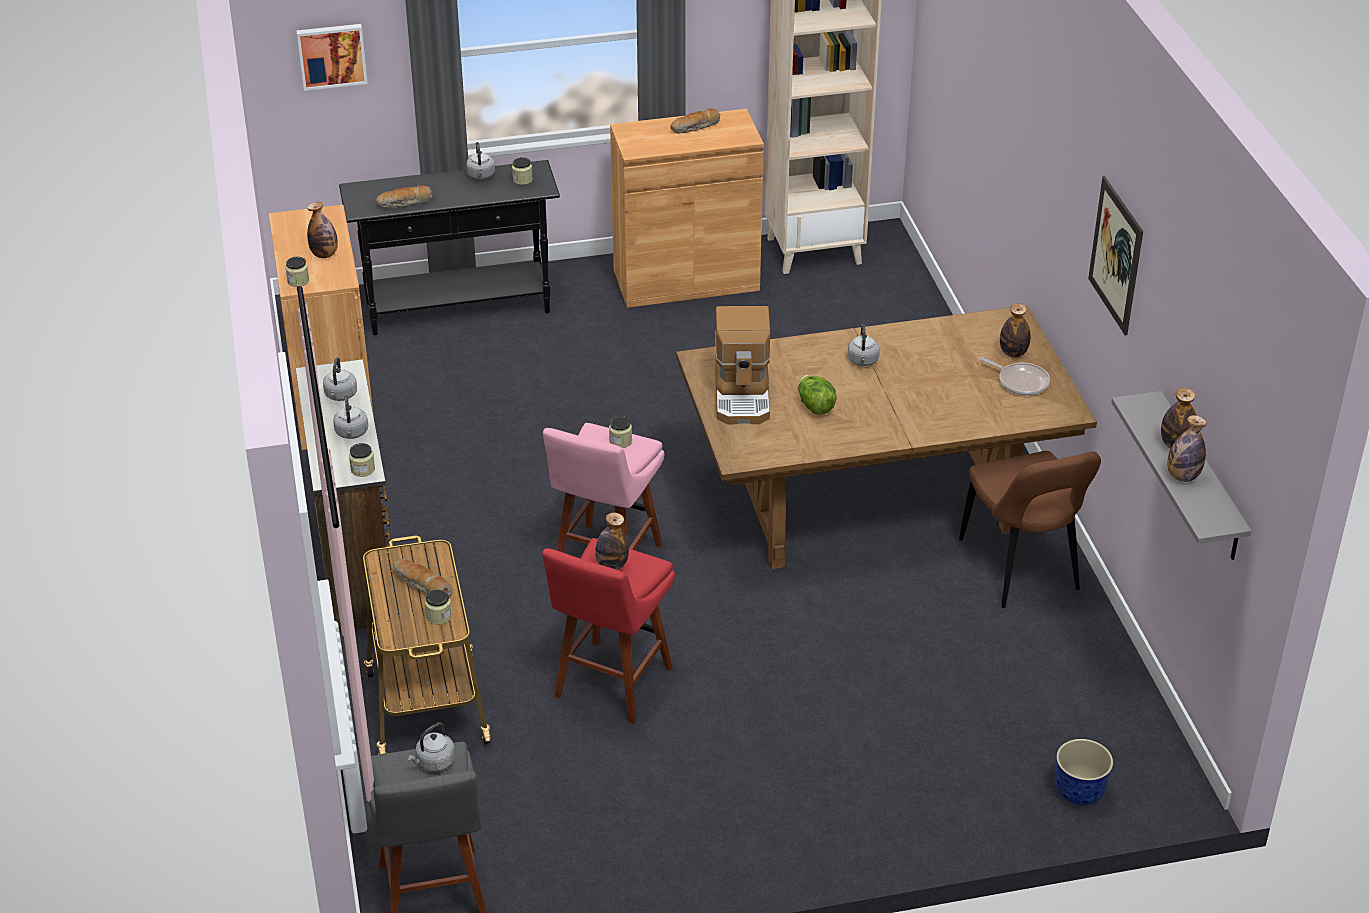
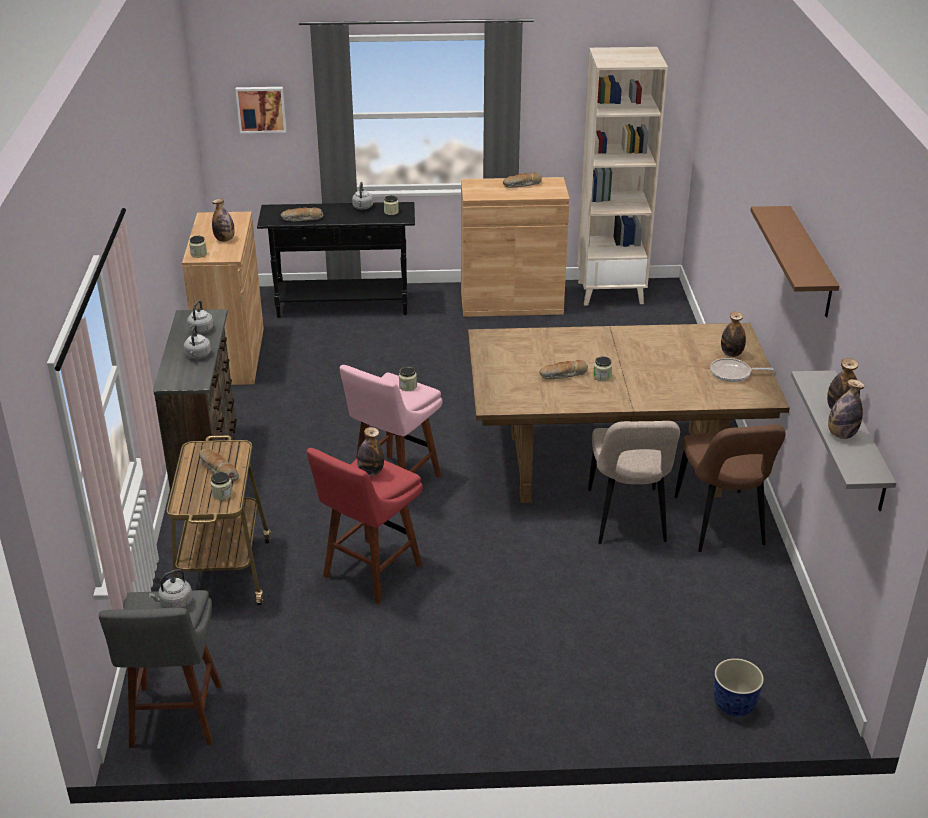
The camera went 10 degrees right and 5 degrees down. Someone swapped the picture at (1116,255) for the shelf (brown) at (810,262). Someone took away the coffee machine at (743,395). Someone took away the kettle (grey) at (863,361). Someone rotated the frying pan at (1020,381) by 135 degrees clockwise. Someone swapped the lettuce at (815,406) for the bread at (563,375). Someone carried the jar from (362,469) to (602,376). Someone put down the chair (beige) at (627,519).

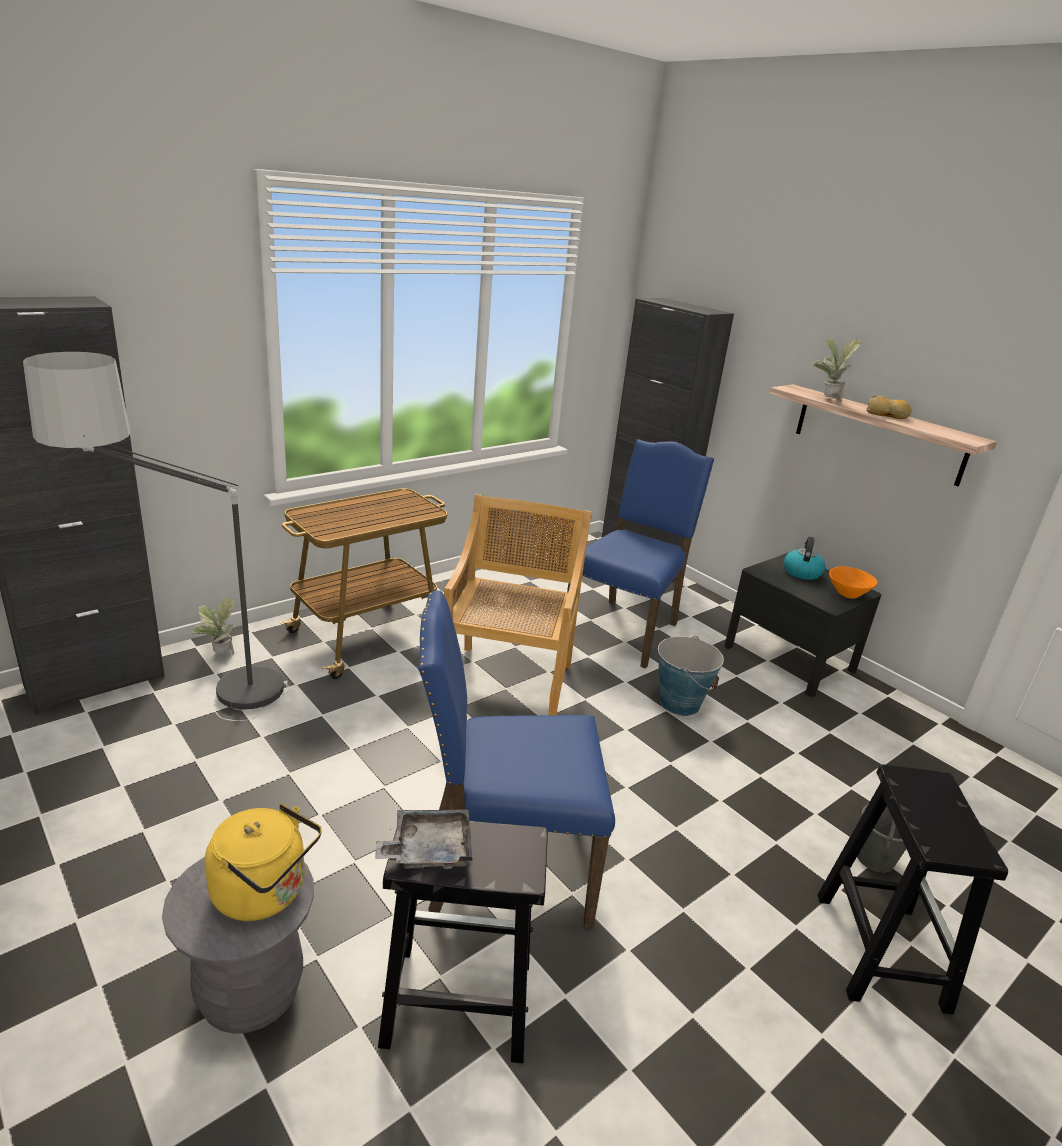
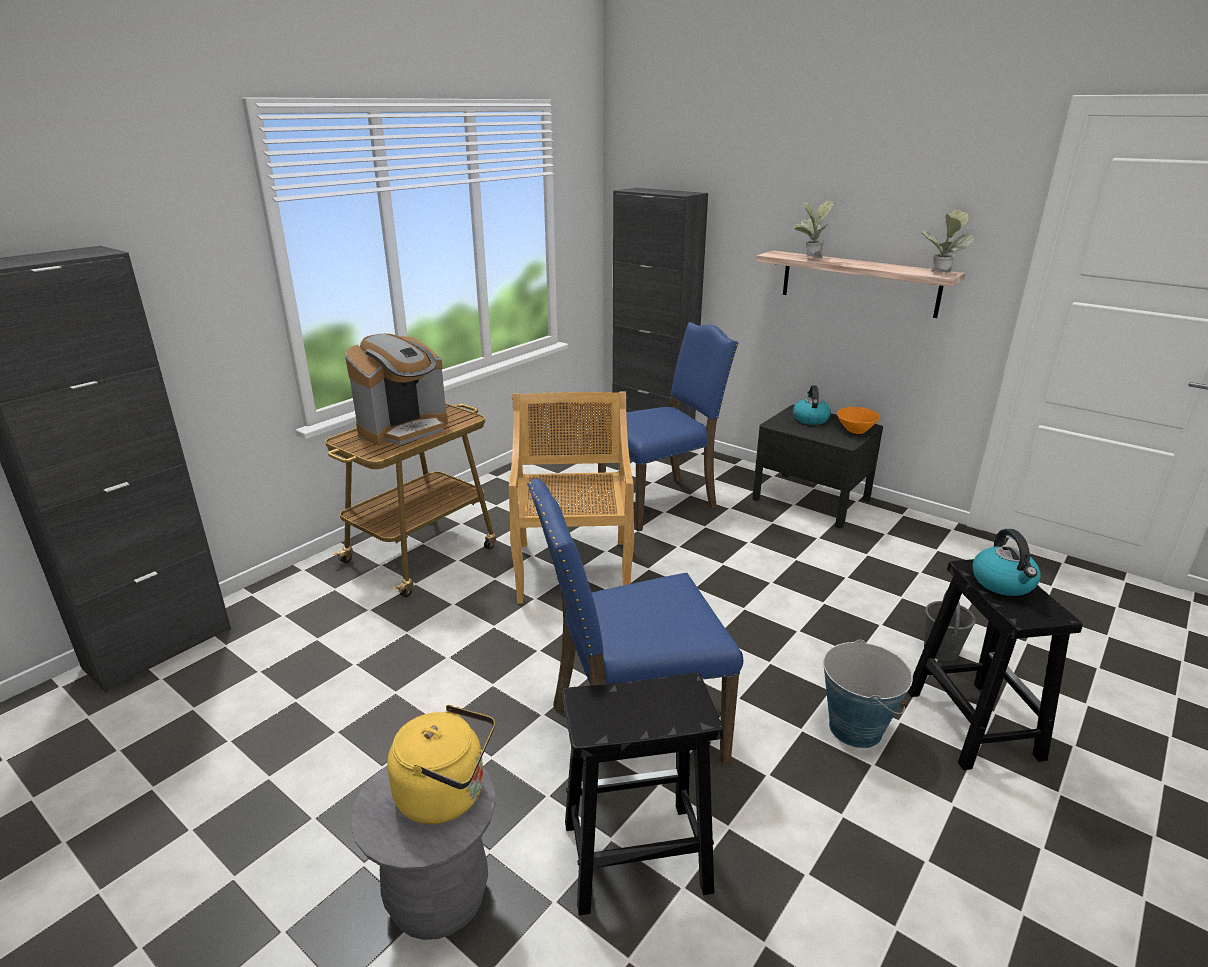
The camera went 10 degrees left and 0 degrees up. Someone took away the floor lamp at (195,706). Someone took away the bread at (887,415). Someone rotated the chair (blue) at (625,630) by 45 degrees clockwise. Someone carried the potted plant from (219,655) to (940,274). Someone carried the bucket from (680,703) to (855,728). Someone took away the tray (grey) at (428,849). Someone put down the coffee machine at (404,429). Someone put down the kettle at (1003,583).

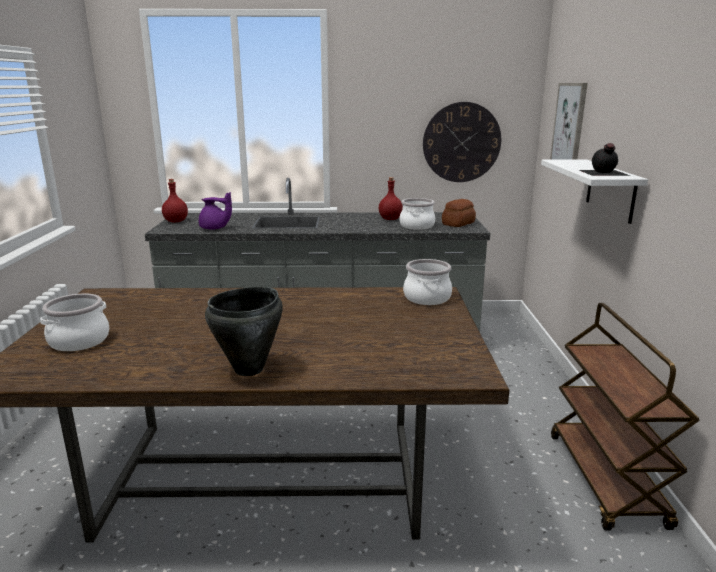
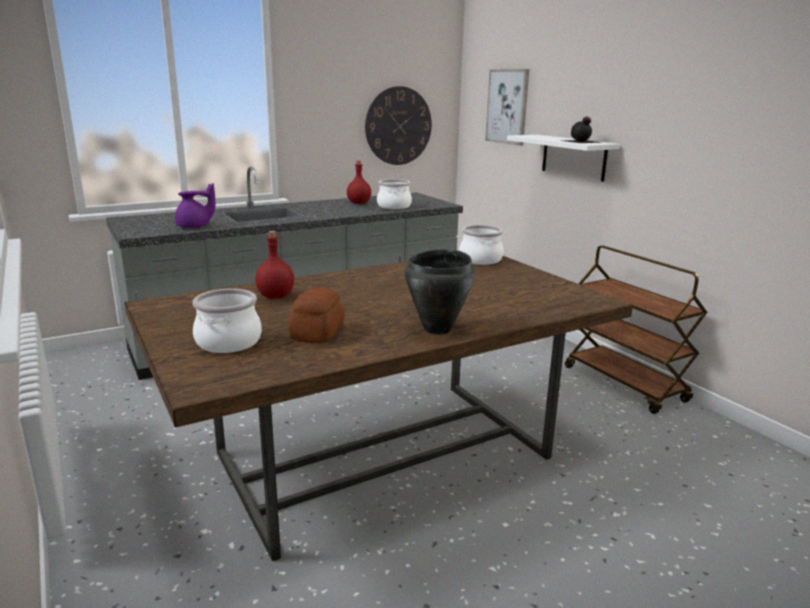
The camera went 30 degrees left and 0 degrees up. Someone carried the bottle (red) from (175,221) to (275,296). Someone carried the bread from (457,224) to (316,333).

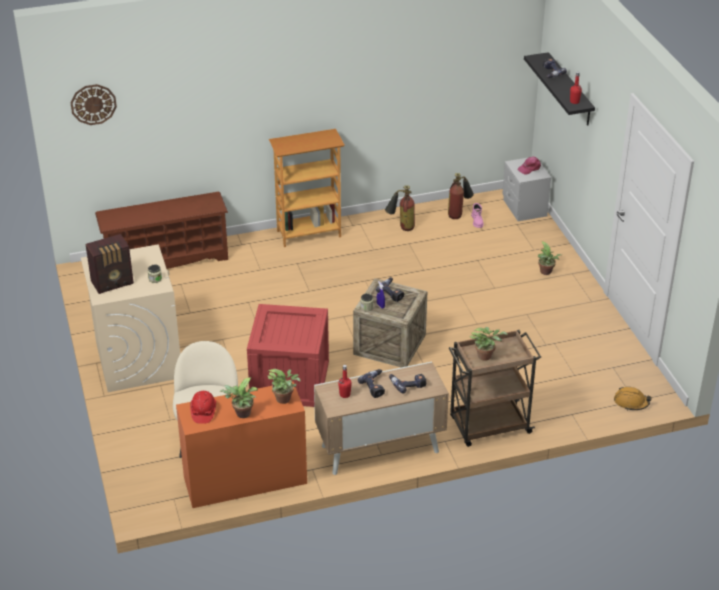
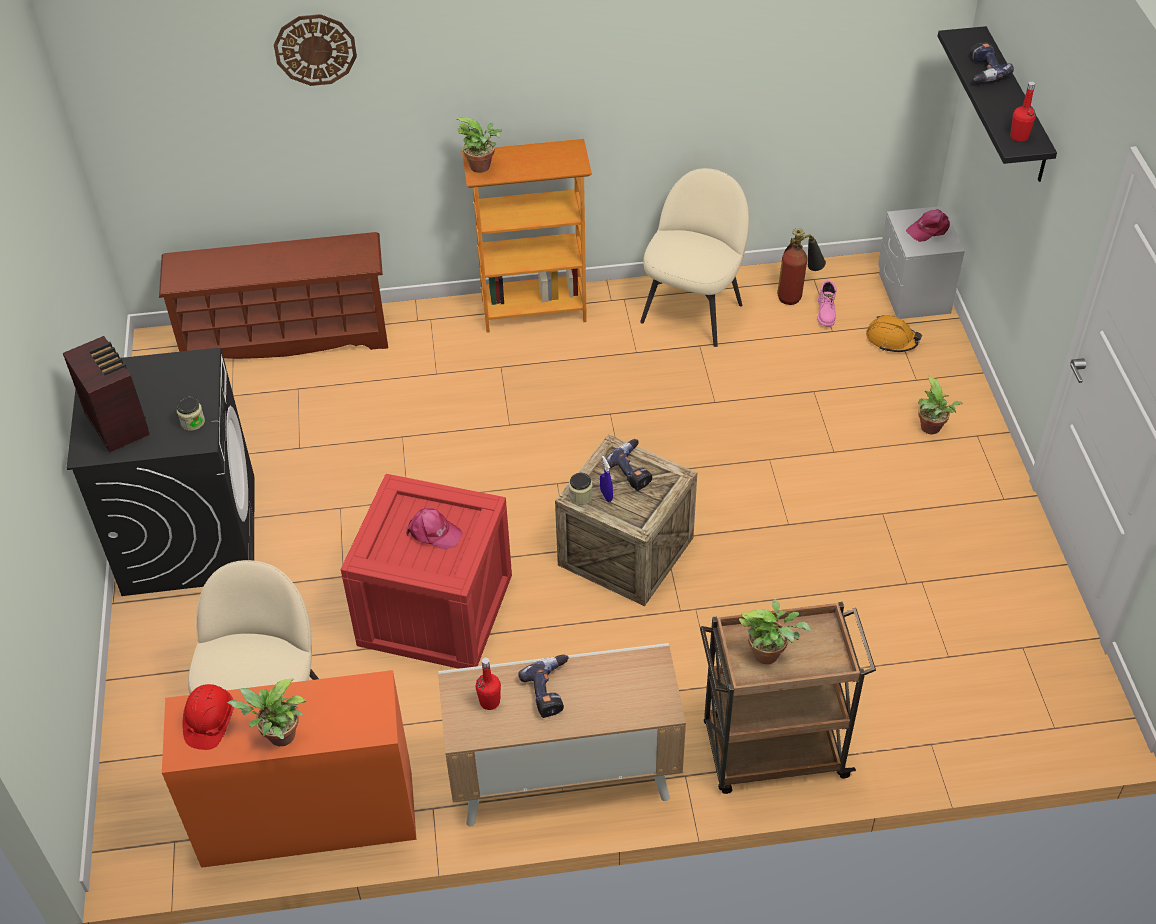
The camera went 10 degrees right and 10 degrees up. Someone carried the wall clock from (93,104) to (315,49). Someone swapped the fire extinguisher at (401,227) for the chair (beige) at (693,311). Someone rotated the radio at (113,283) by 105 degrees counterclockwise. Someone repainted the washing machine (beige) at (138,359), which became the washing machine (black) at (189,534). Someone carried the potted plant from (285,399) to (483,167). Someone took away the power drill at (407,384). Someone carried the hard hat (orange) from (631,402) to (891,340). Someone put down the cap (pink) at (434,532).

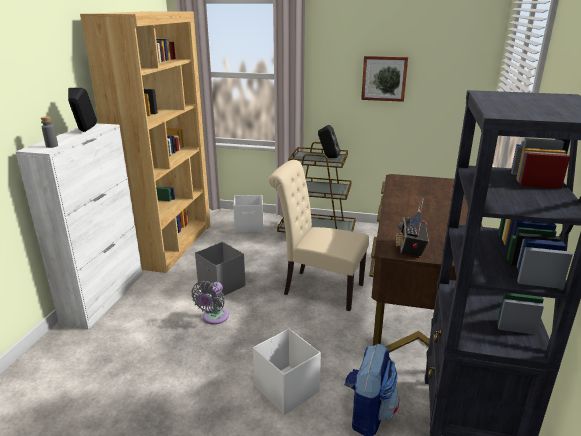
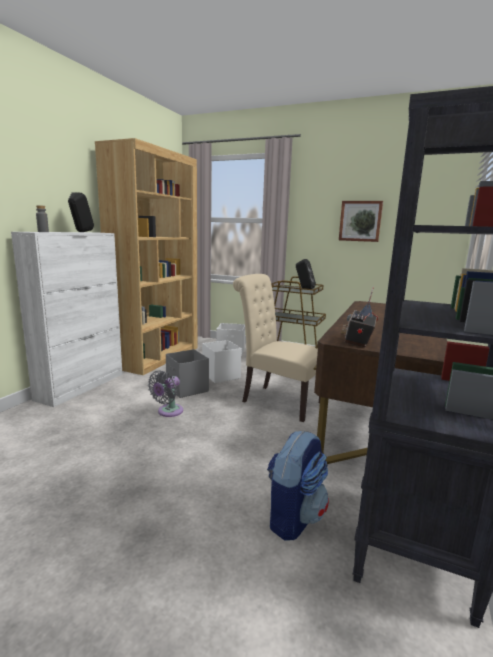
The camera went 10 degrees right and 10 degrees down. Someone carried the storage box (white) from (286,389) to (221,375).

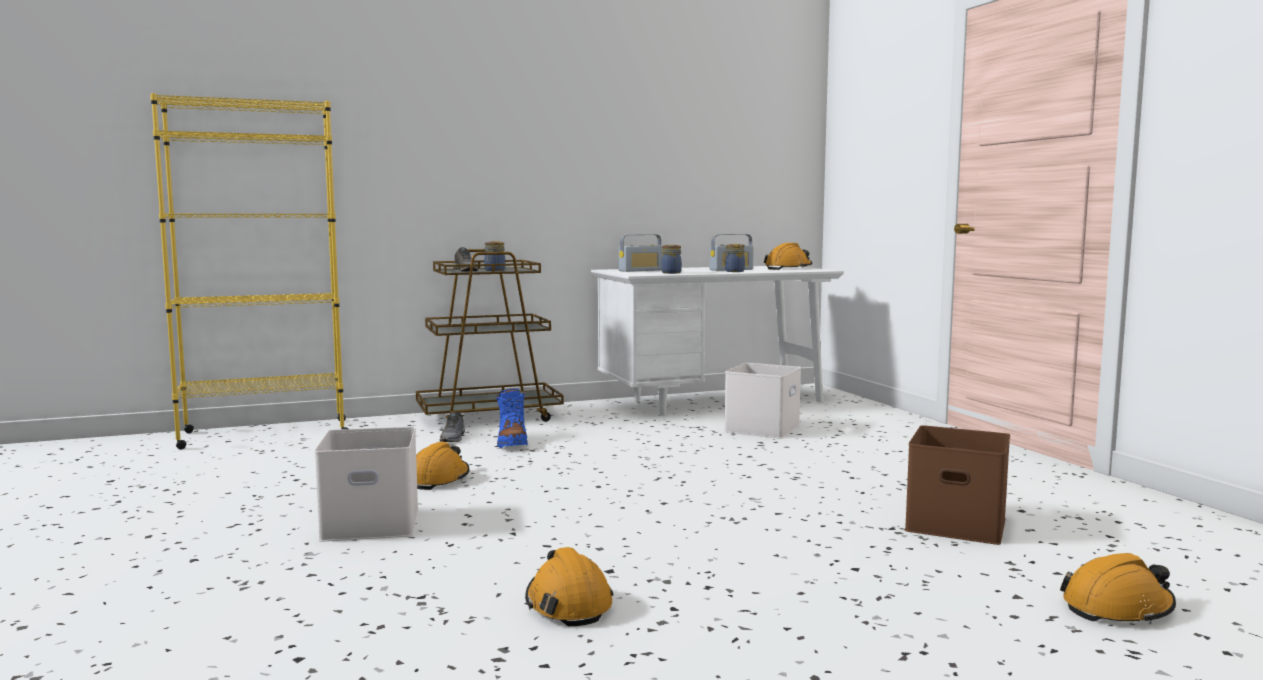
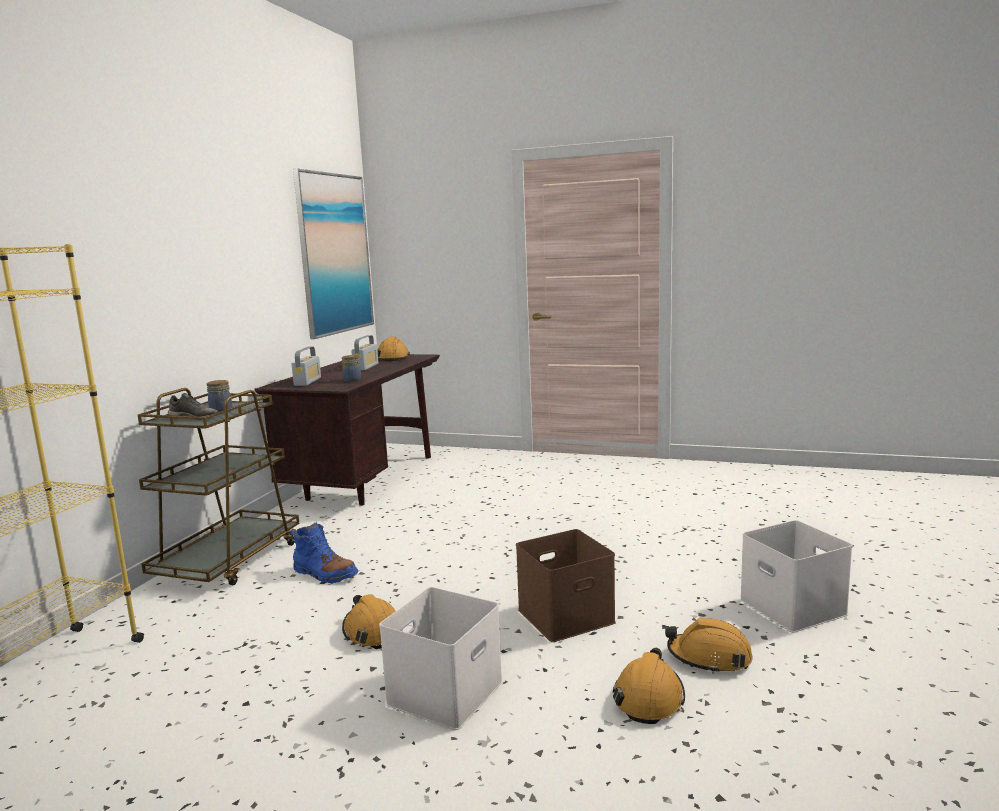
The camera went 50 degrees left and 5 degrees up. Someone took away the jar at (733,271). Someone repainted the desk (white) at (714,402), which became the desk (brown) at (366,481). Someone carried the storage box (white) from (763,429) to (795,607). Someone took away the shoe (grey) at (453,438). Someone carried the storage box (brown) from (958,523) to (566,615). Someone carried the hard hat (orange) from (1118,608) to (648,698). Someone put up the picture at (335,254).

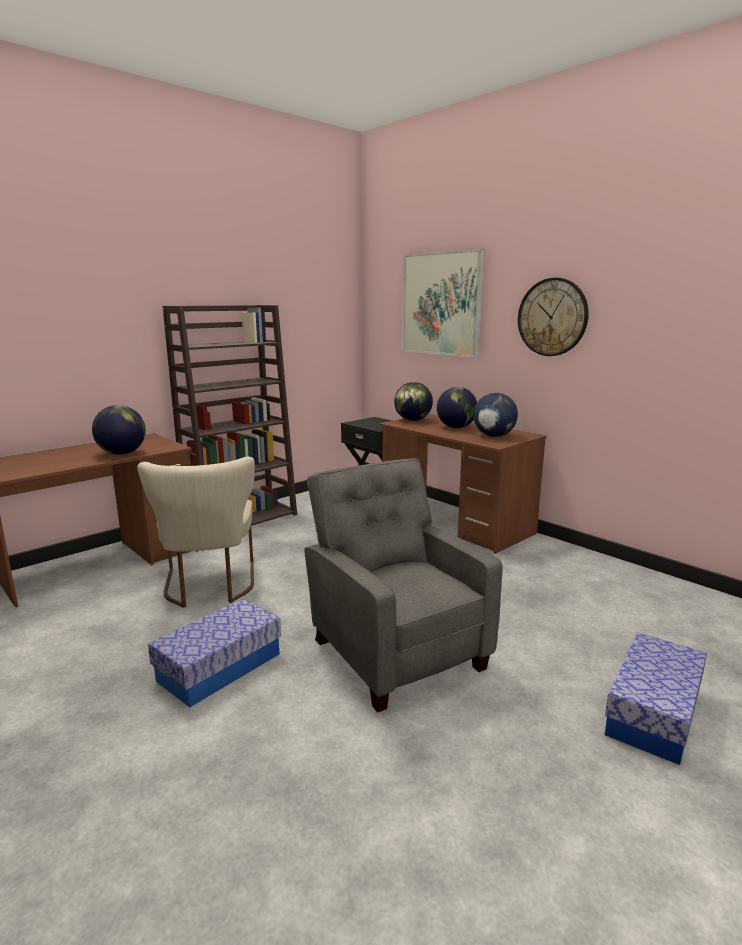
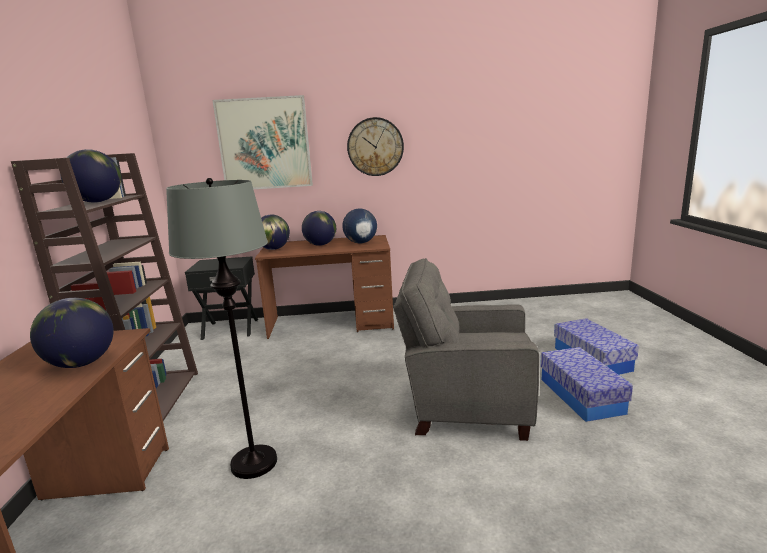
The camera went 50 degrees left and 0 degrees up. Someone swapped the chair (beige) at (209,587) for the floor lamp (grey) at (254,463). Someone carried the storage box from (220,667) to (581,396). Someone put down the globe at (97,202).

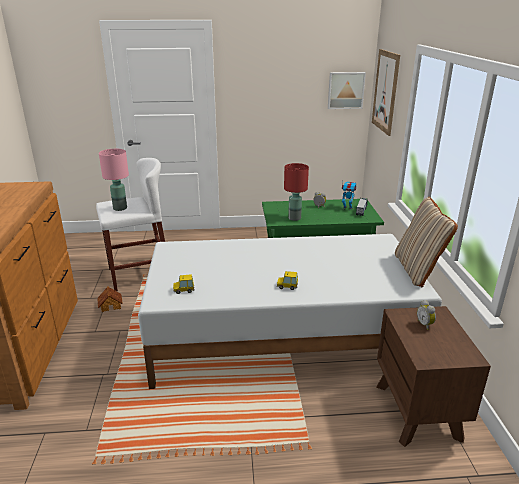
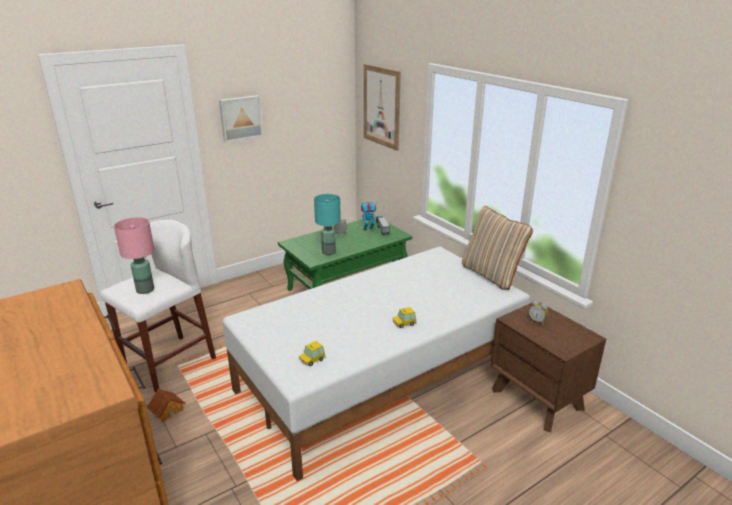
The camera went 30 degrees left and 0 degrees up. Someone carried the picture from (345,90) to (240,118). Someone repainted the table lamp (red) at (294,218), which became the table lamp (turquoise) at (328,252).

